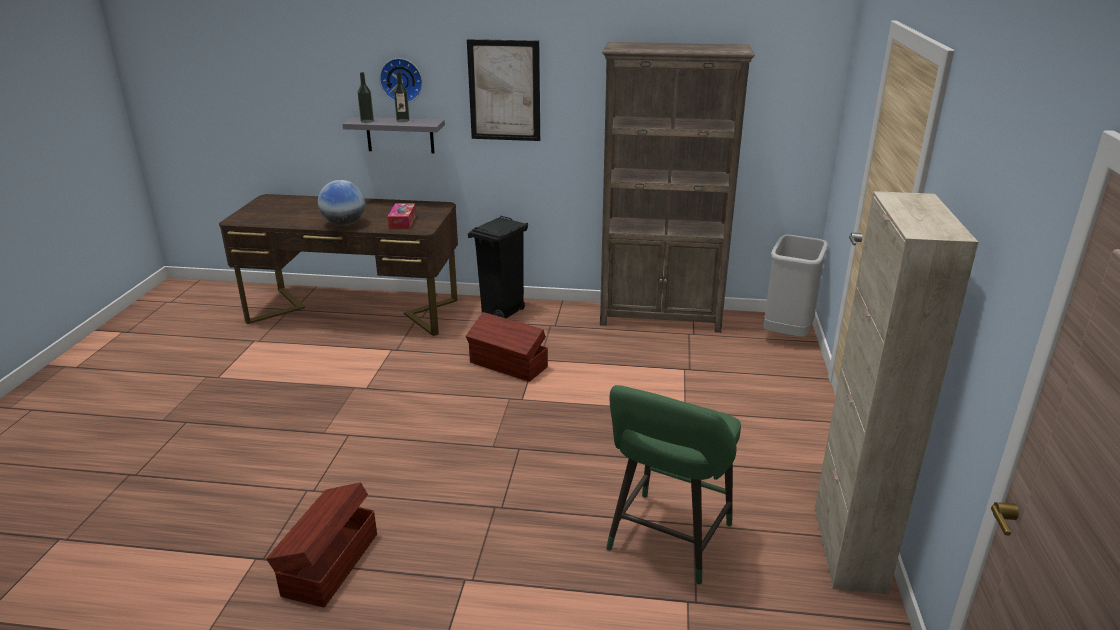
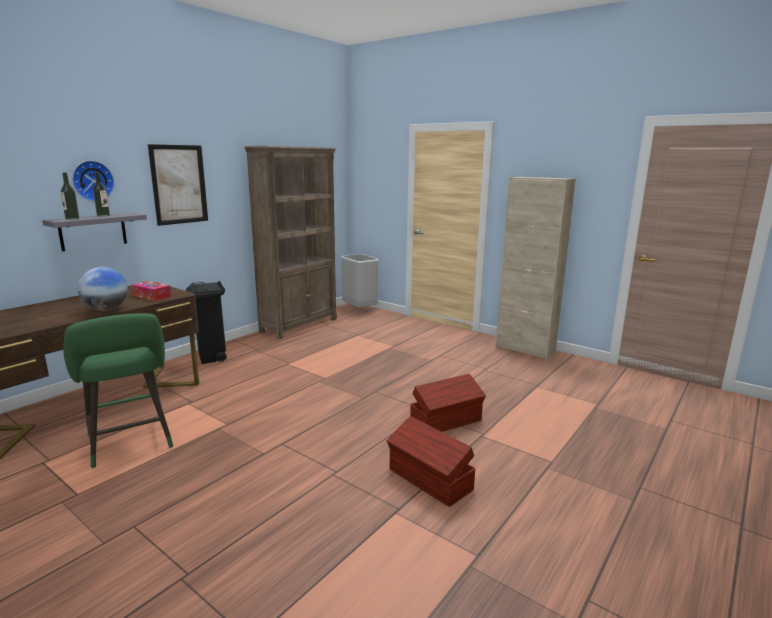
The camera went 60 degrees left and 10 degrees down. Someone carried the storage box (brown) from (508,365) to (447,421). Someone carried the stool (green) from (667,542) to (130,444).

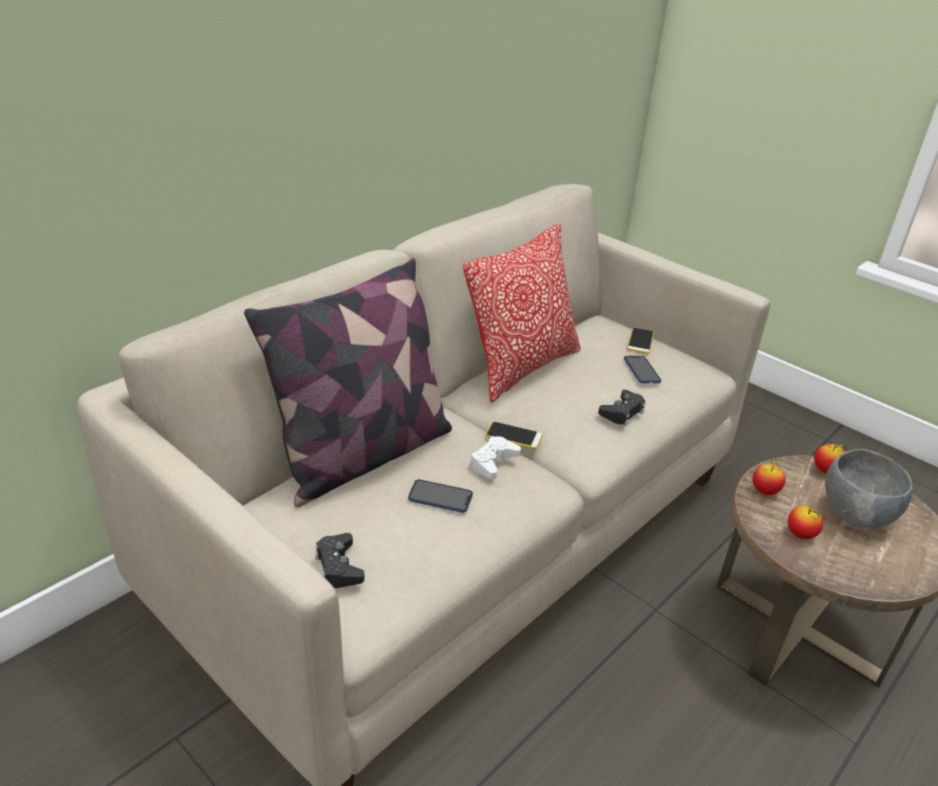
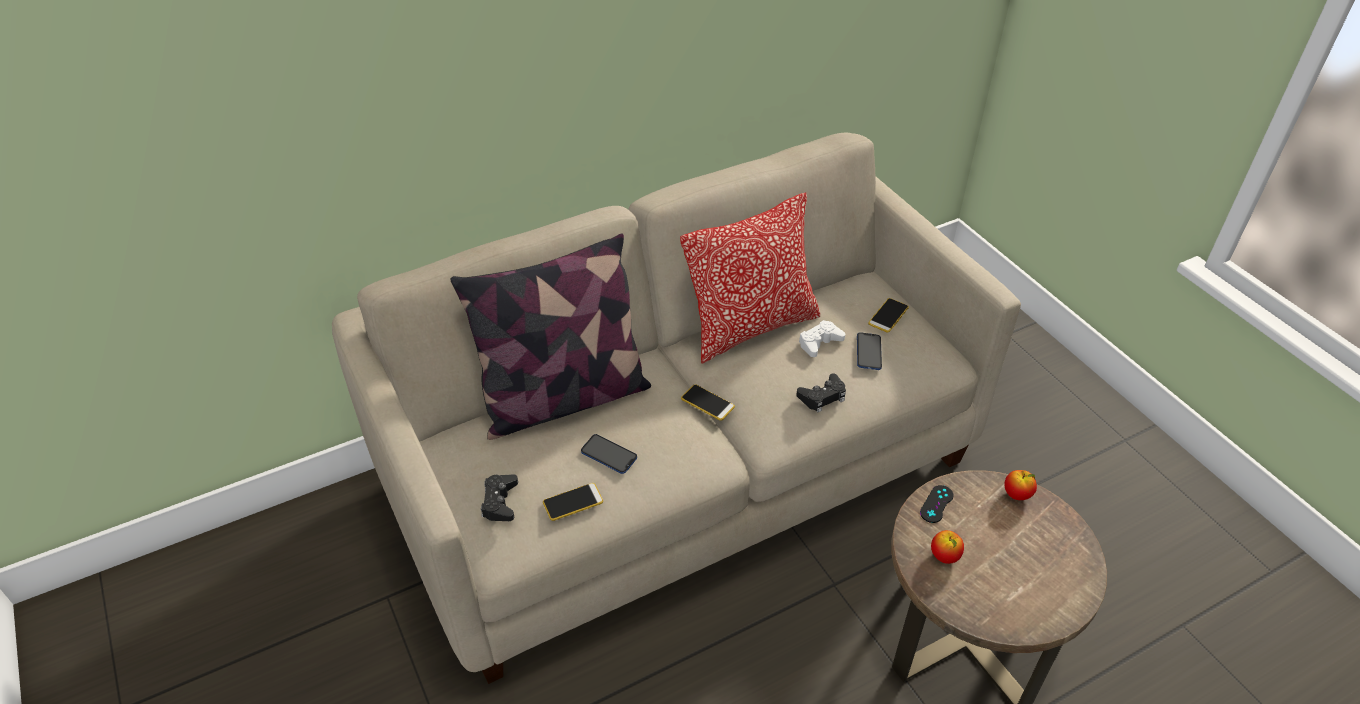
The camera went 20 degrees right and 10 degrees up. Someone carried the game controller (white) from (493,462) to (819,342). Someone took away the bowl (grey) at (854,515). Someone swapped the apple at (764,491) for the game controller (black) at (936,504). Someone put down the phone at (573,502).

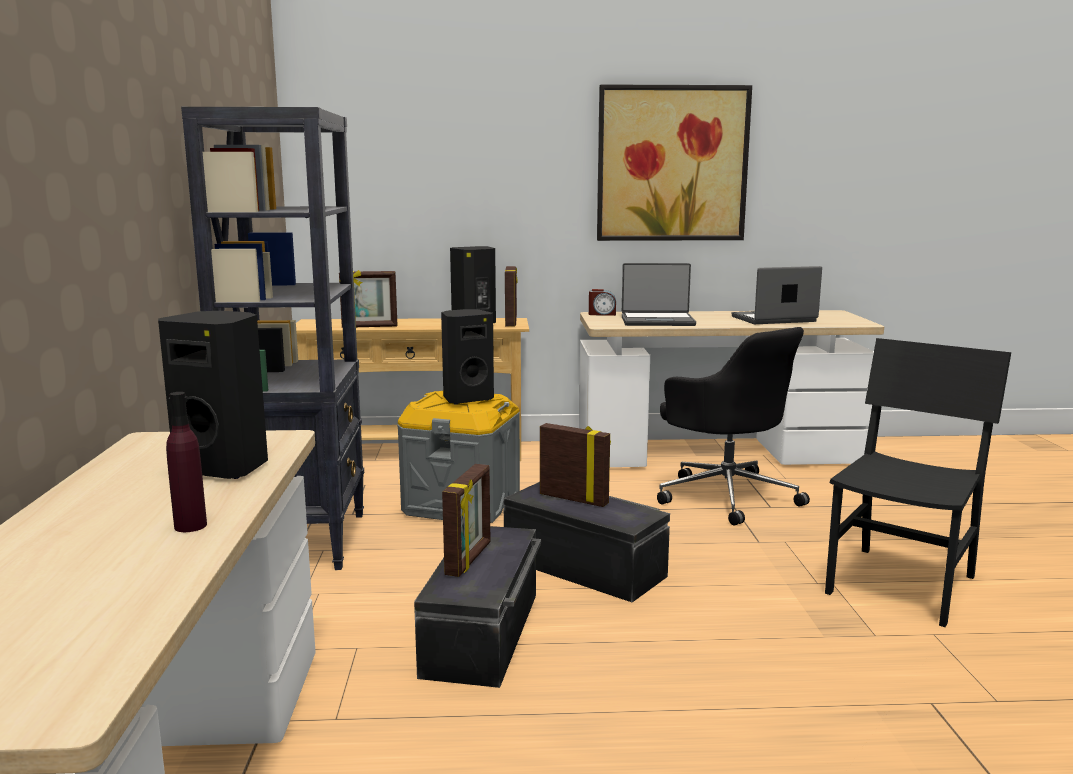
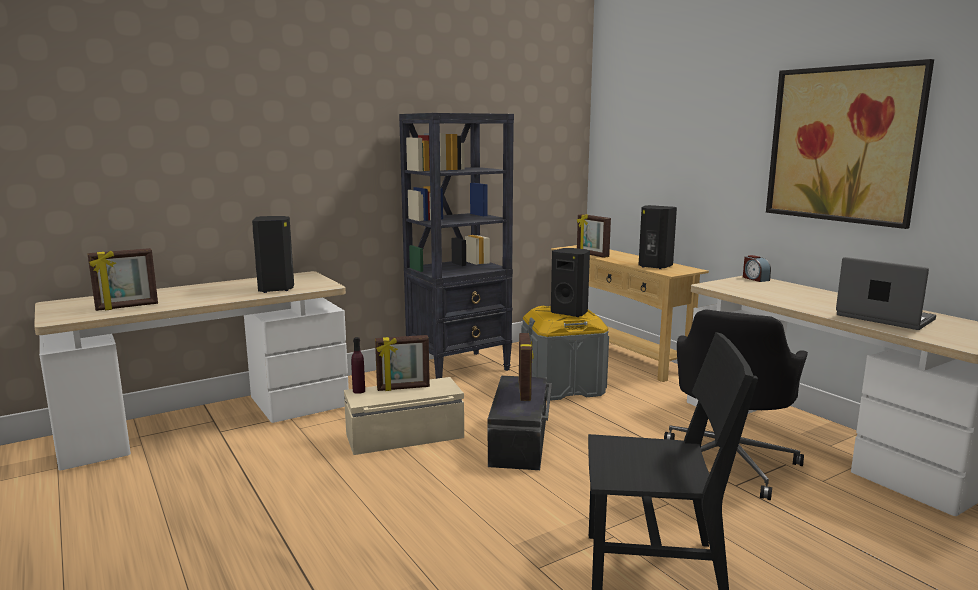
The camera went 60 degrees right and 0 degrees up. Someone took away the laptop at (657,321). Someone carried the picture frame from (511,322) to (127,307). Someone carried the bottle (purple) from (190,526) to (359,391). Someone repainted the storage box (black) at (484,633), which became the storage box (beige) at (405,436).

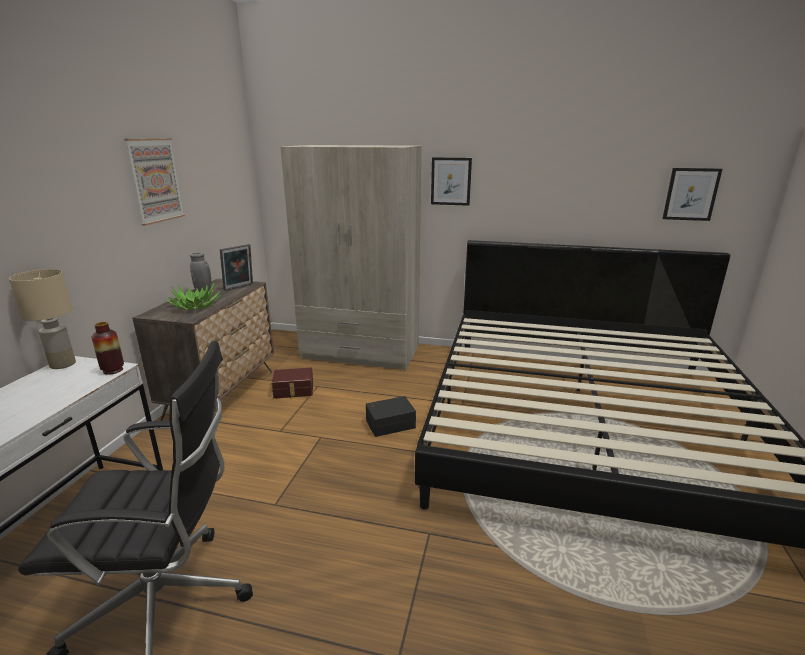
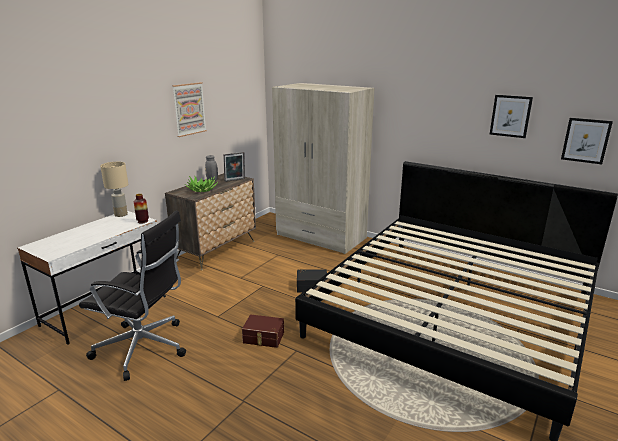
The camera went 20 degrees right and 0 degrees up. Someone carried the picture from (451,181) to (510,116). Someone carried the storage box (brown) from (293,390) to (263,338).

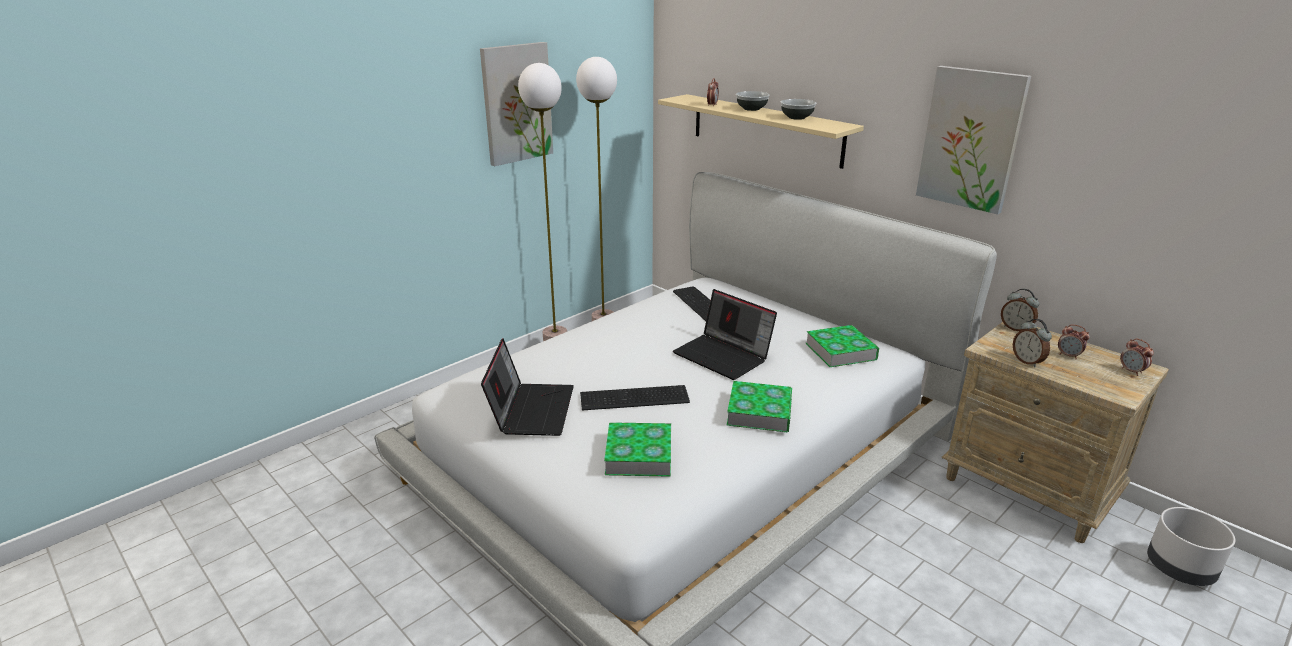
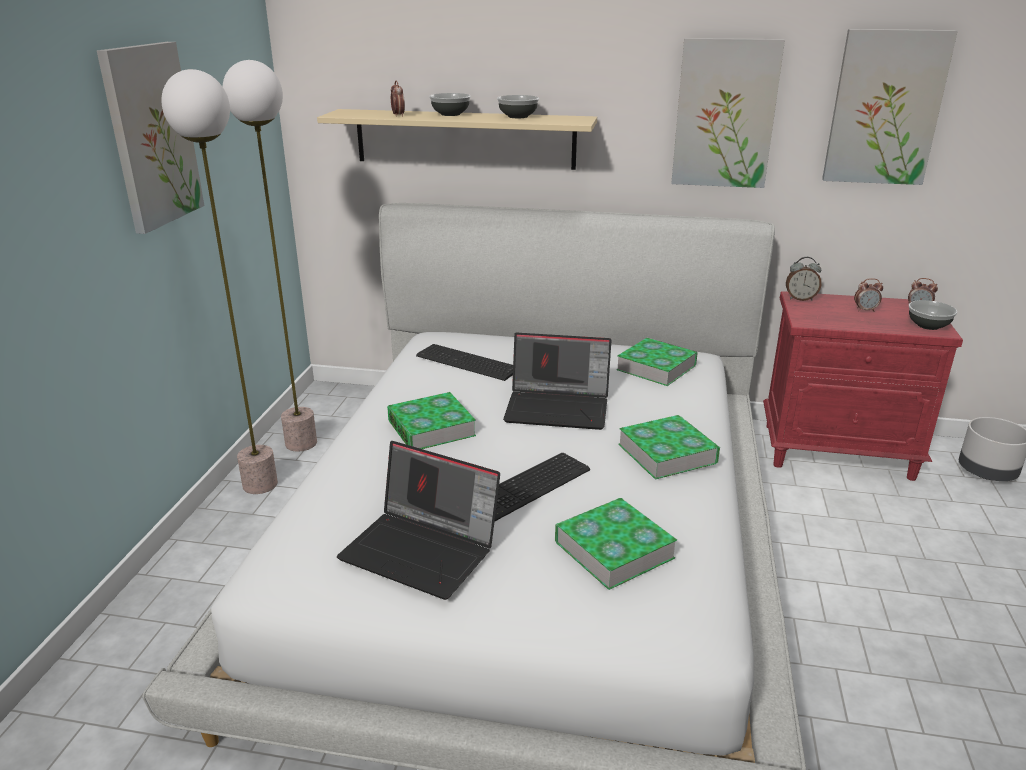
The camera went 35 degrees left and 0 degrees up. Someone took away the alarm clock at (1027,361). Someone repainted the nightstand (beige) at (1029,490), which became the nightstand (red) at (838,451). Someone rotated the laptop at (531,409) by 150 degrees clockwise. Someone put up the picture at (885,108). Someone put down the bowl at (928,325). Someone put down the book at (431,428).

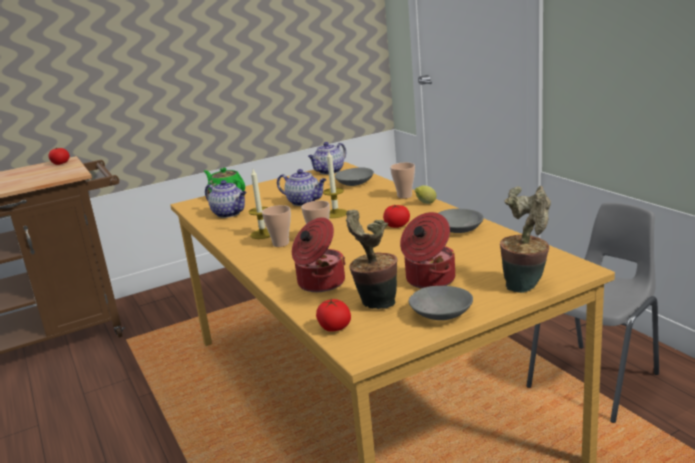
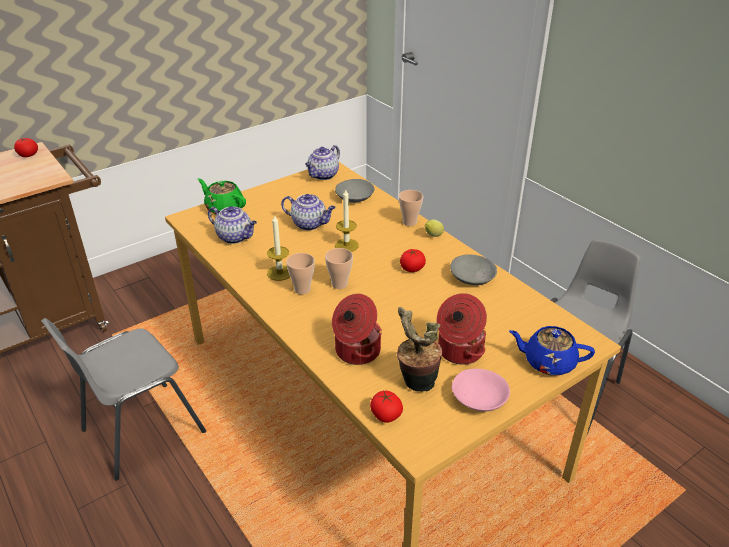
The camera went 10 degrees left and 15 degrees up. Someone swapped the potted plant at (526,285) for the teapot (blue) at (548,362). Someone repainted the bowl (grey) at (440,313), which became the bowl (pink) at (478,398). Someone put down the chair (grey) at (140,431).

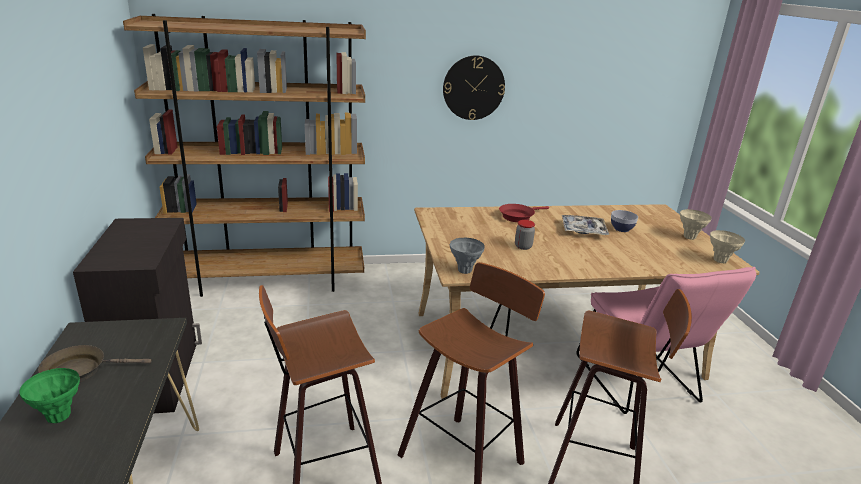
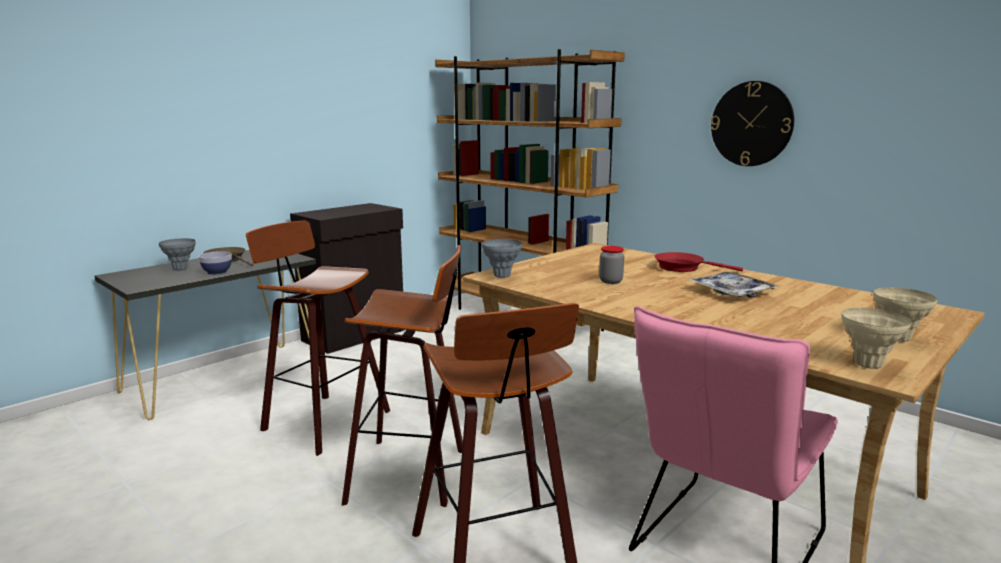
The camera went 55 degrees right and 10 degrees down. Someone carried the bowl from (621,229) to (217,272). Someone repainted the vase (green) at (59,417), which became the vase (grey) at (180,269).

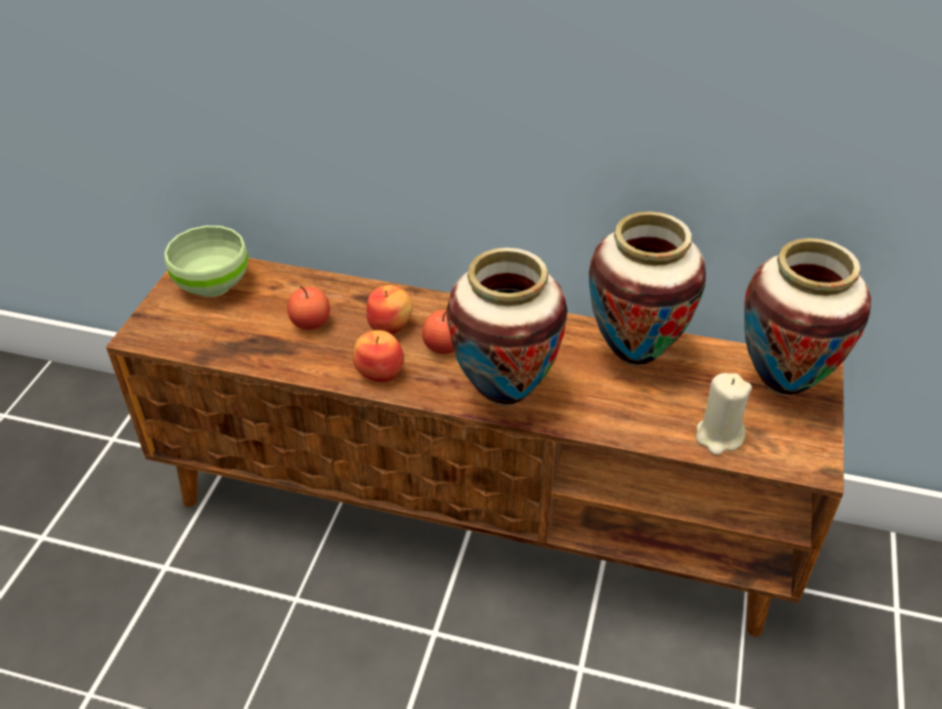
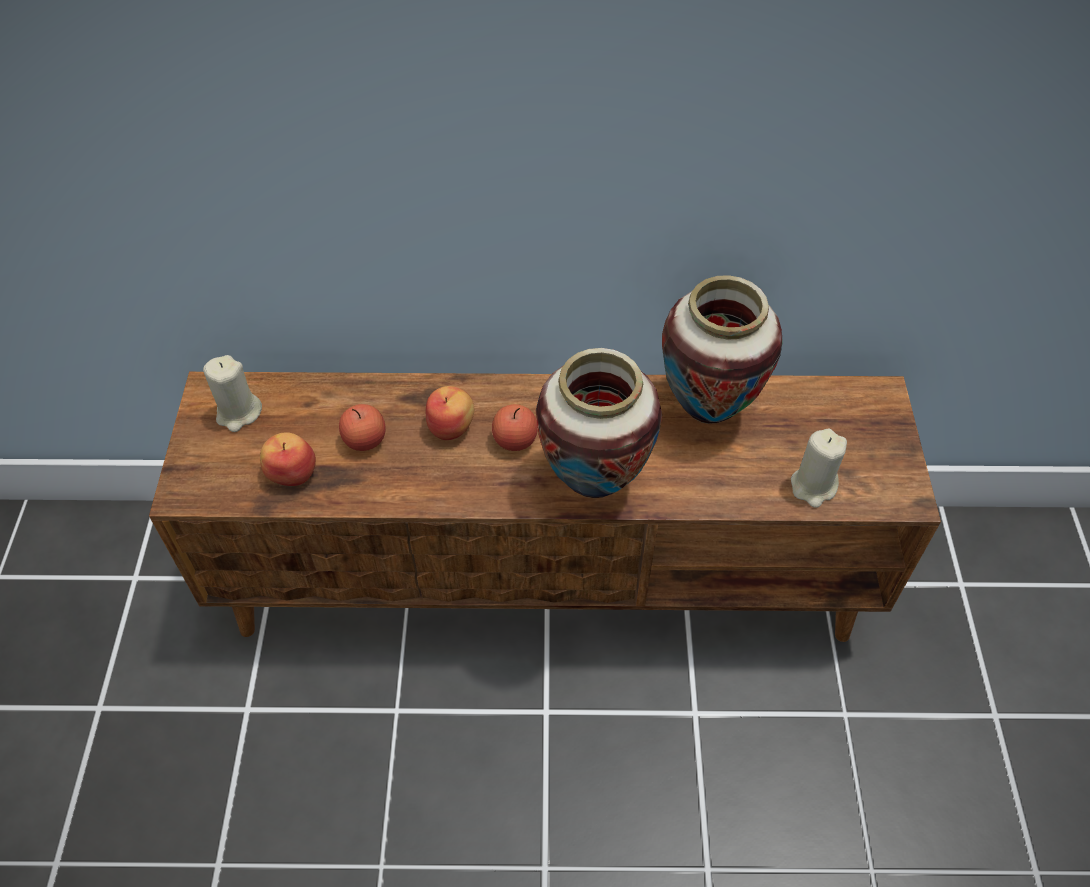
The camera went 15 degrees left and 10 degrees up. Someone swapped the bowl (green) at (212,284) for the candle (beige) at (238,413). Someone took away the vase at (781,383). Someone carried the apple from (380,371) to (292,472).

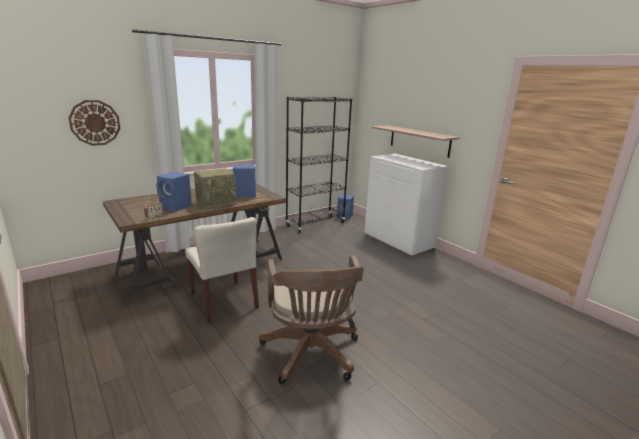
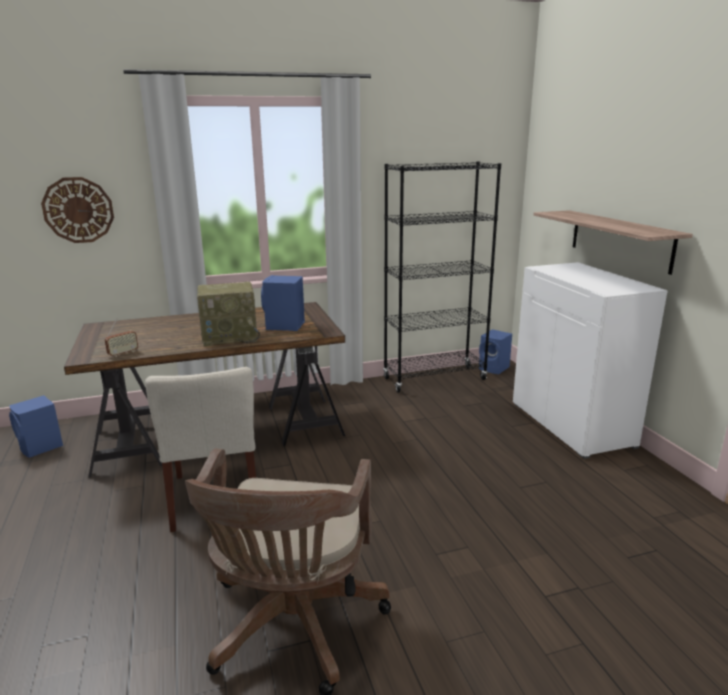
The camera went 20 degrees right and 0 degrees up. Someone carried the speaker (blue) from (176,207) to (41,447).

